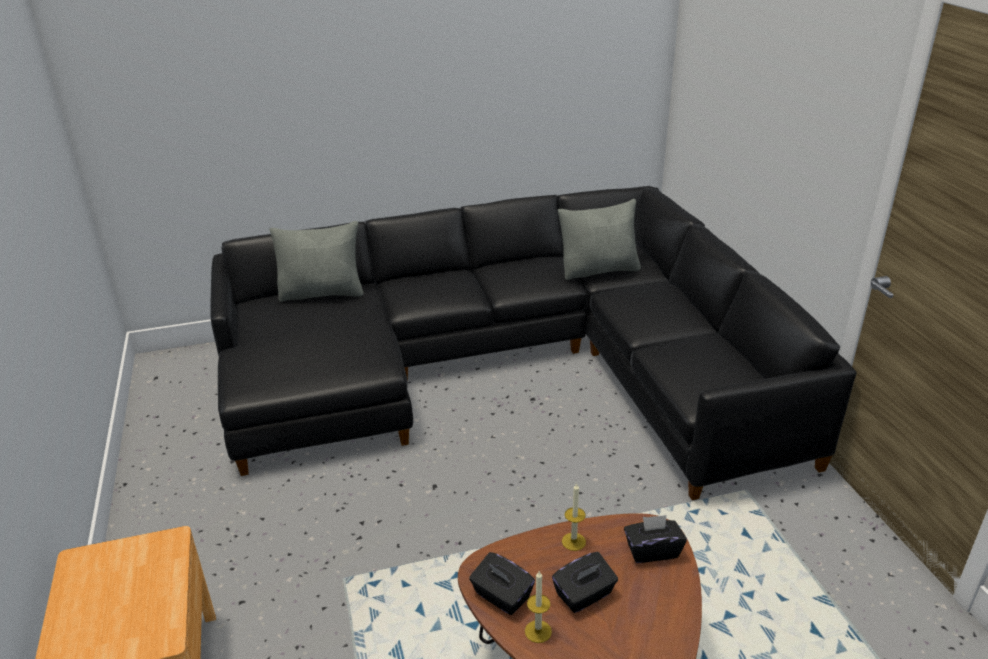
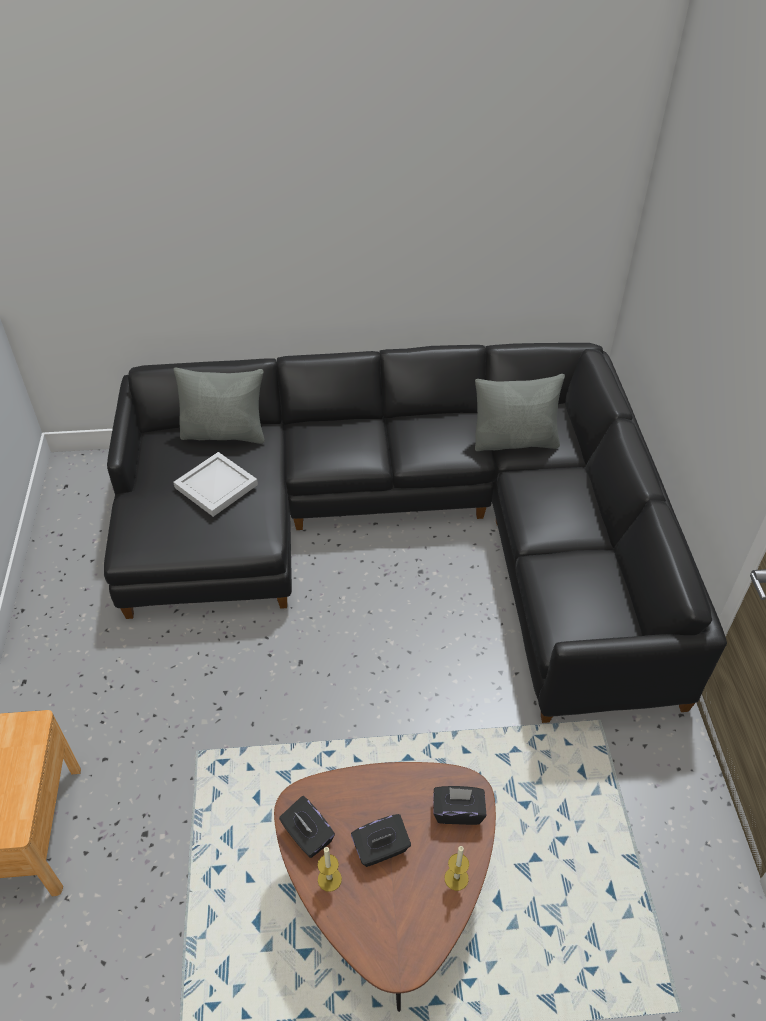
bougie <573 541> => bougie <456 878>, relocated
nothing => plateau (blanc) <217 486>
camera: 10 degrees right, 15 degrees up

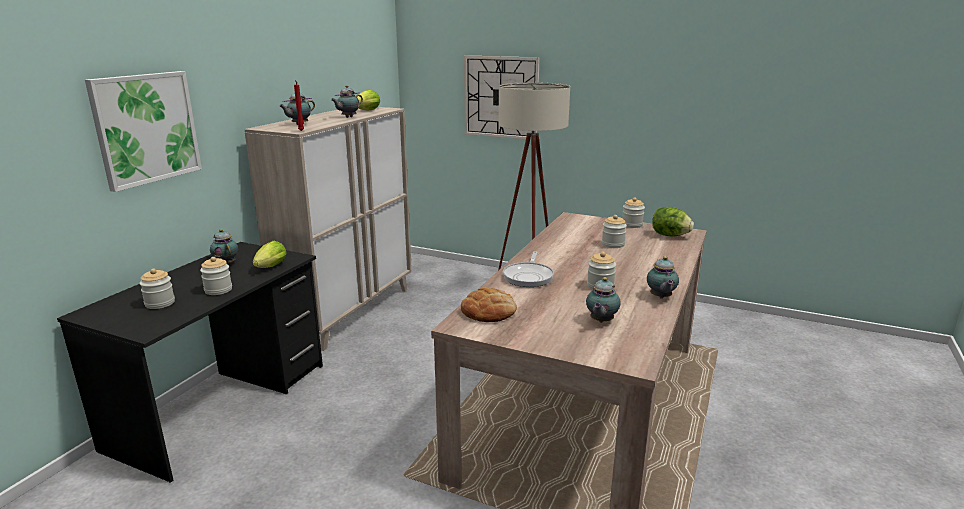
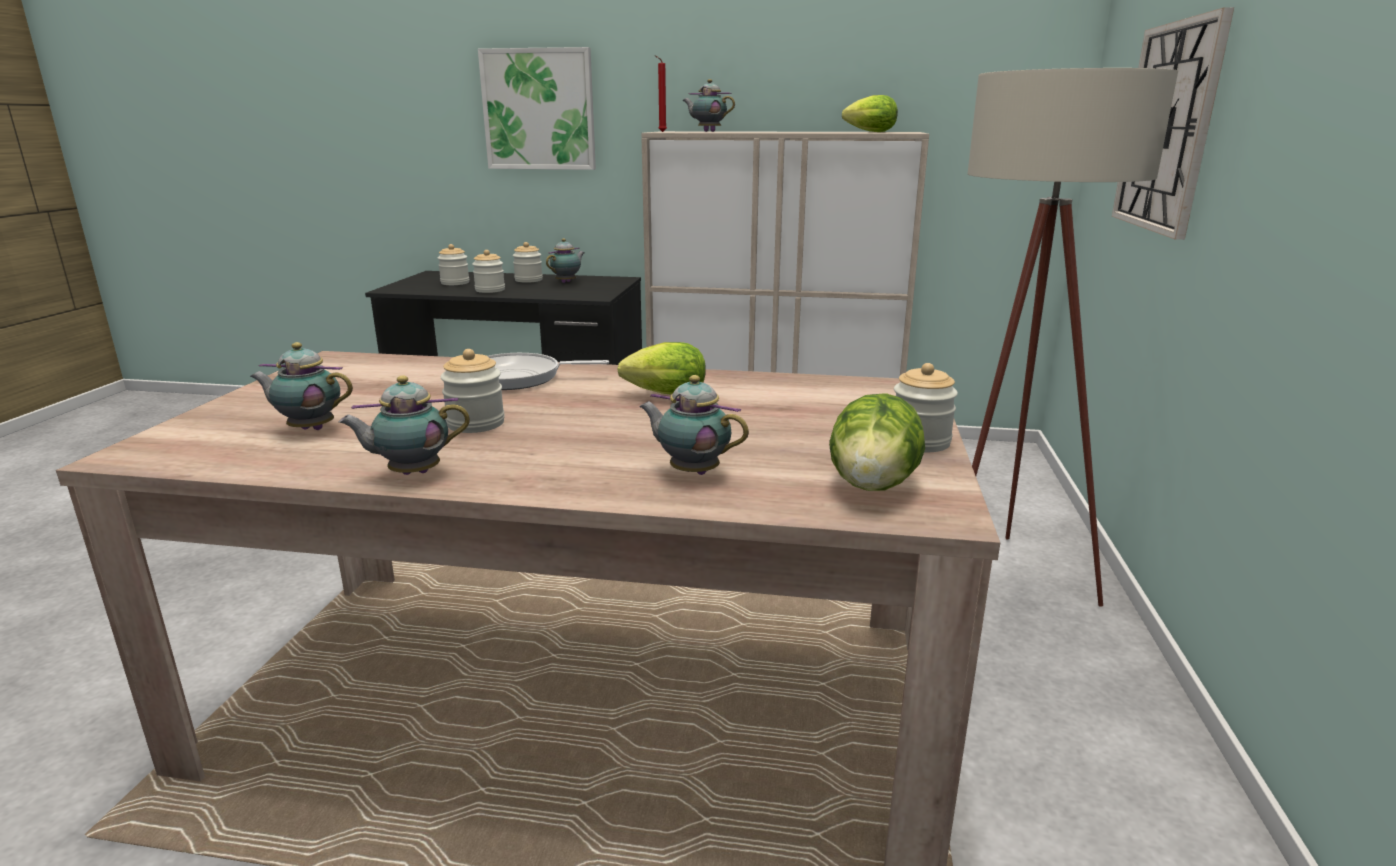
laitue <269 268> => laitue <661 395>, relocated
théière <348 117> => théière <691 471>, relocated
pain <489 311> => nothing
bocal <613 244> => bocal <528 280>, relocated
camera: 75 degrees right, 0 degrees up

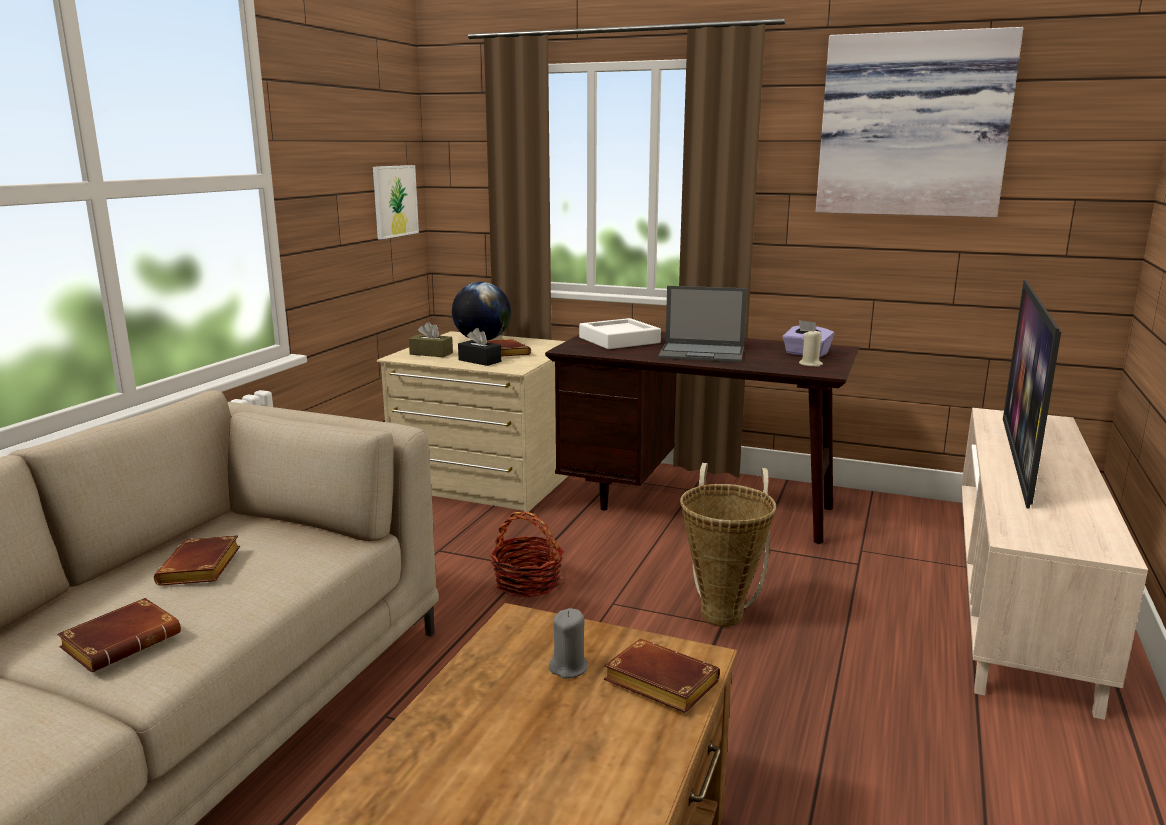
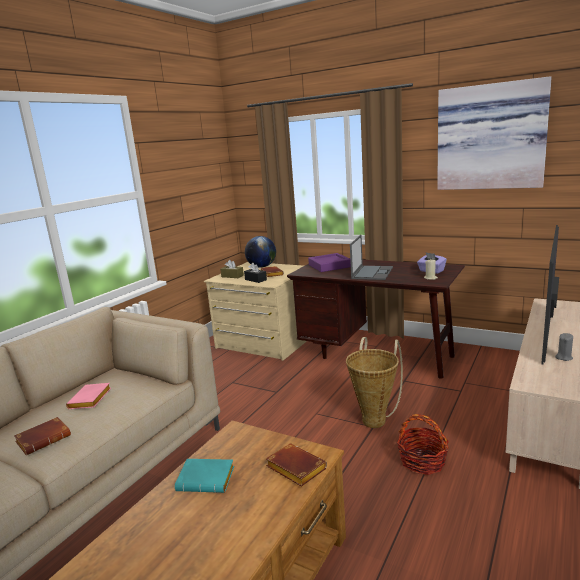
livre (marron) <202 569> => livre (rose) <90 400>
tableau <394 201> => nothing
panier <527 583> => panier <422 461>, relocated
bougie (gris) <569 668> => bougie (gris) <563 357>, relocated
plateau (blanc) <619 340> => plateau (violet) <329 266>
ordinateur portable <703 353> => ordinateur portable <372 273>, 90 degrees counterclockwise
nothing => livre (turquoise) <208 479>
camera: 10 degrees right, 0 degrees up

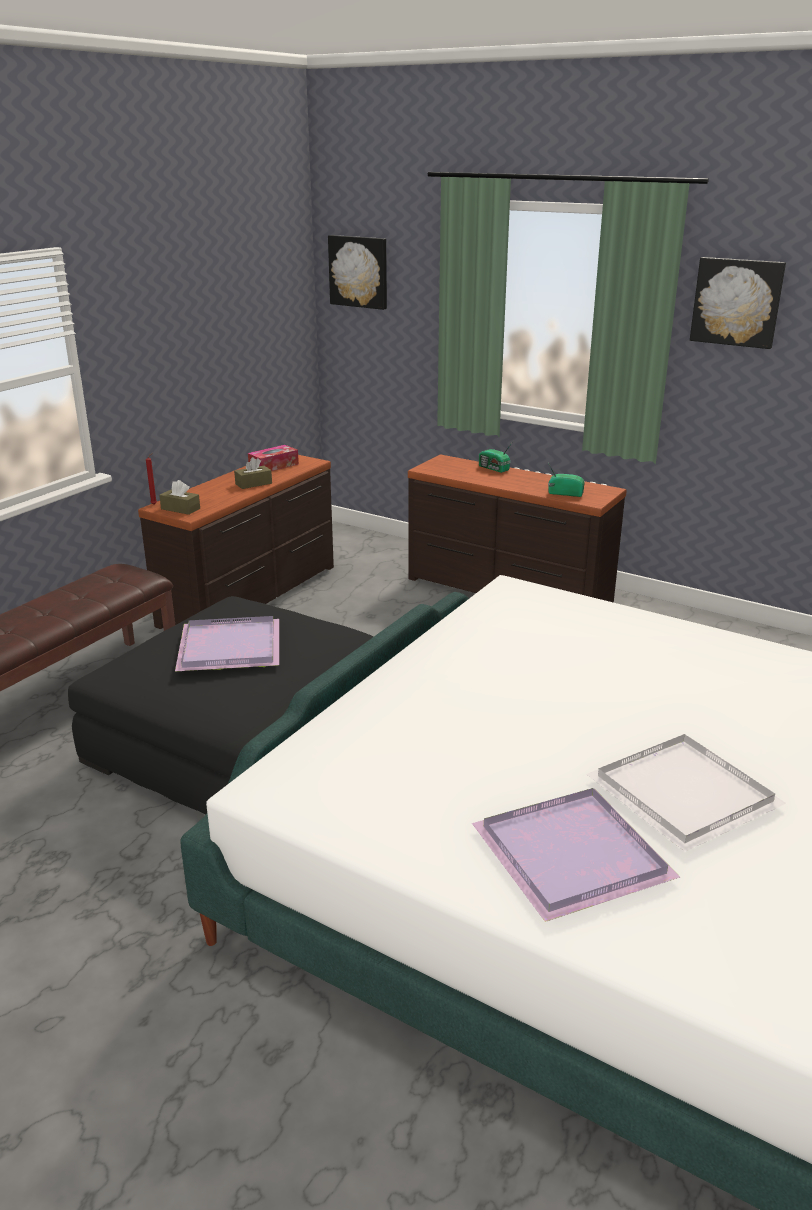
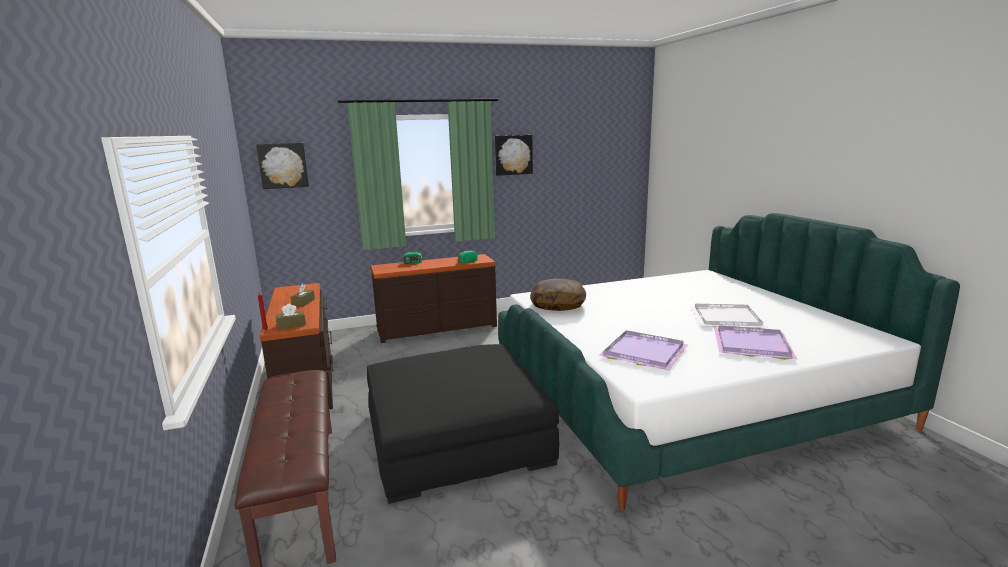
plateau (violet) <228 647> => plateau (violet) <642 353>, relocated
boîte à mouchoirs <273 466> => nothing
nothing => coussin <558 305>
camera: 50 degrees left, 10 degrees down

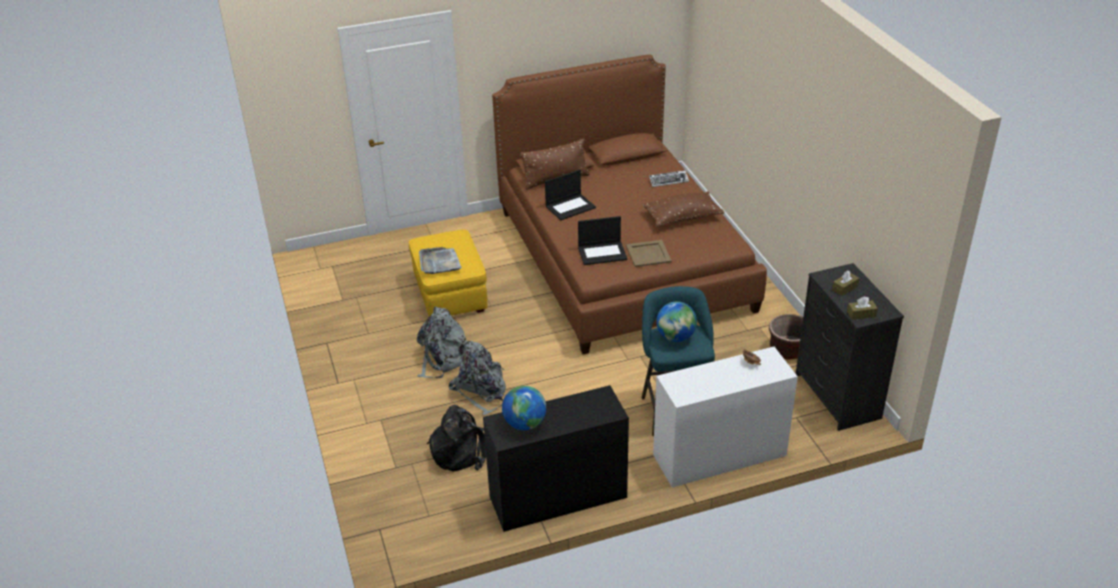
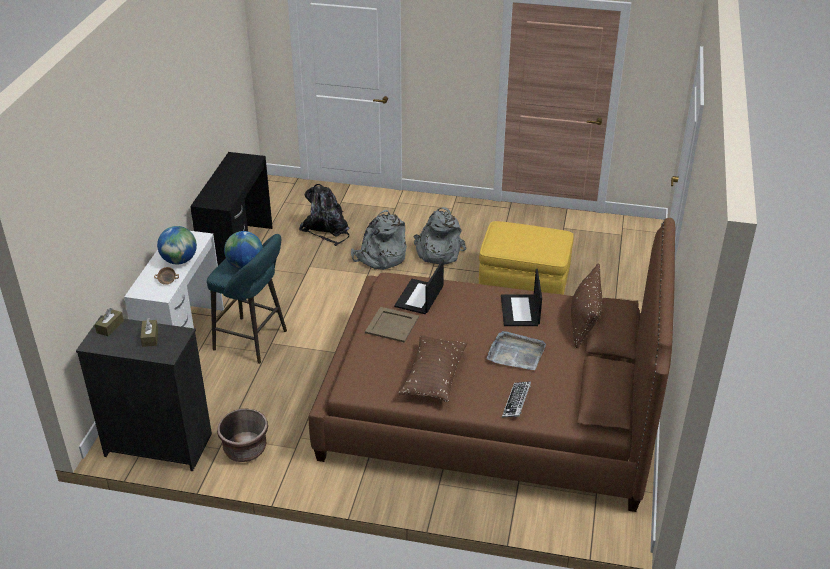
plateau (gris) <439 262> => plateau (gris) <516 353>, relocated
globe <525 424> => globe <179 260>, relocated
camera: 120 degrees right, 0 degrees up

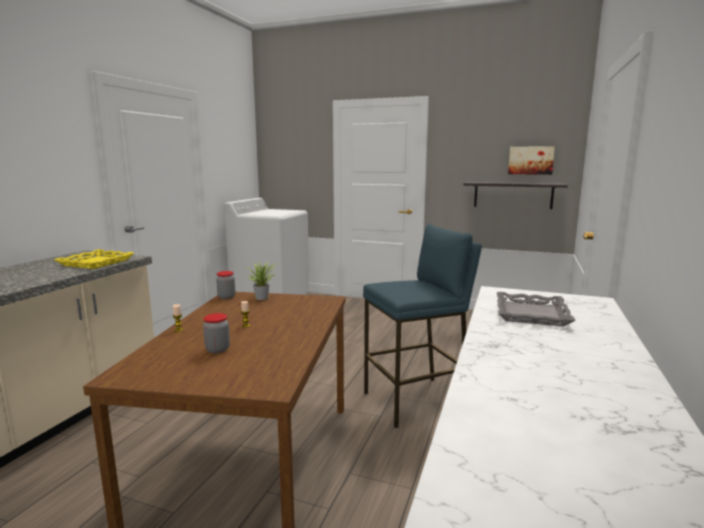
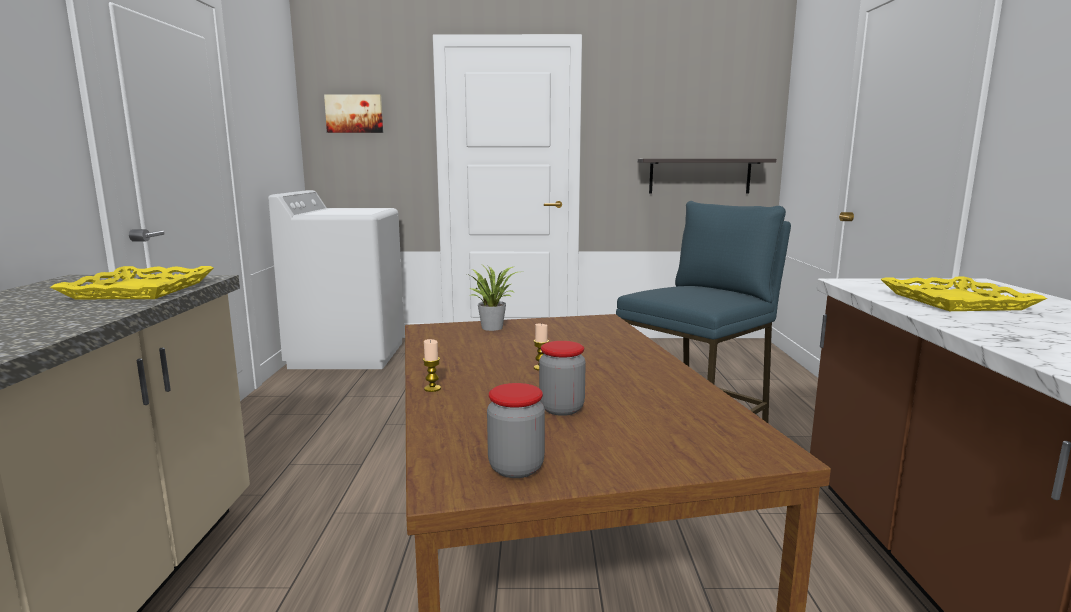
bocal <226 297> => bocal <516 468>, relocated
plateau (gris) <532 314> => plateau (jaune) <956 301>
tableau <530 160> => tableau <354 114>, relocated
camera: 20 degrees left, 0 degrees up

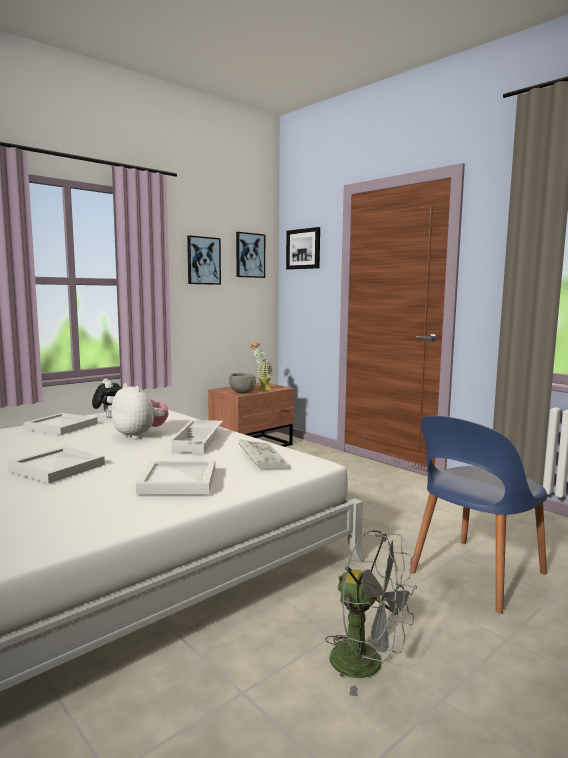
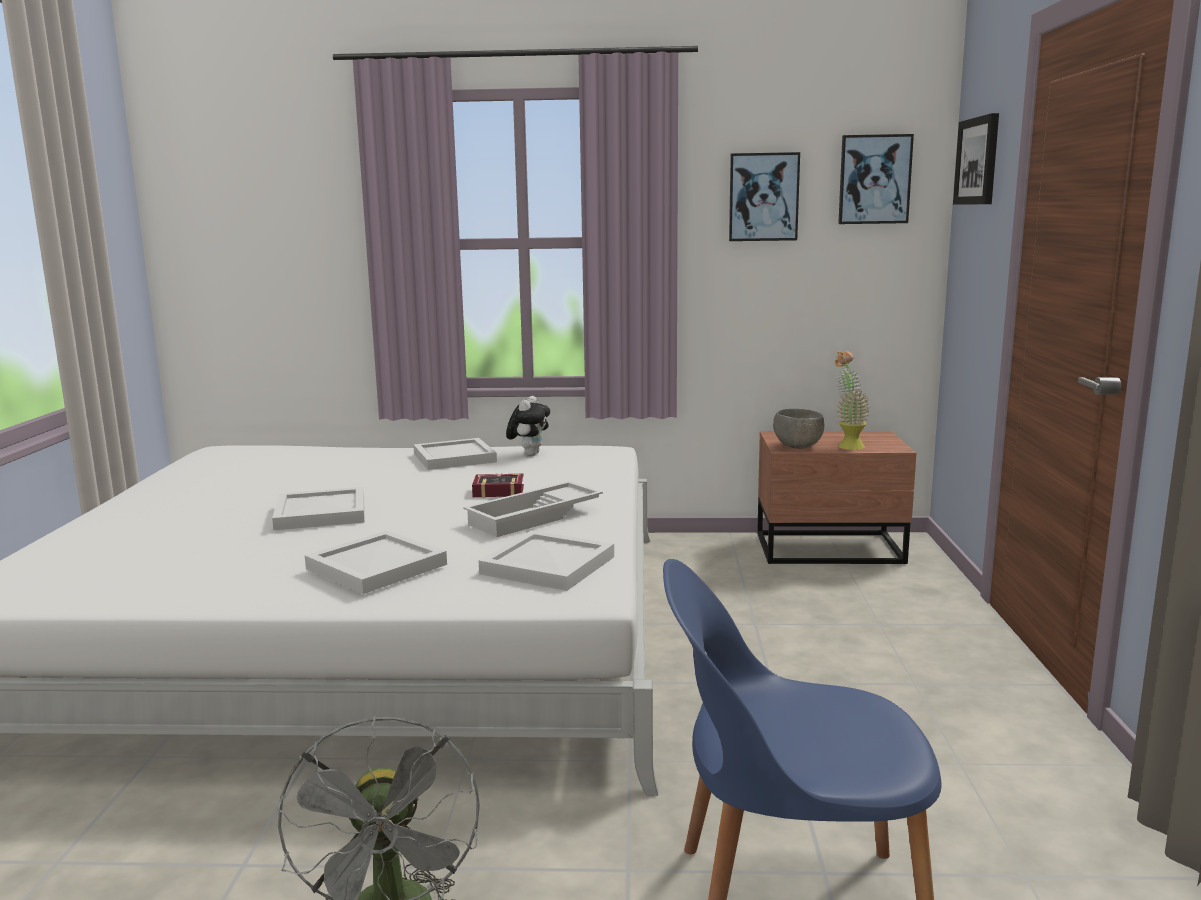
peluche <140 435> => livre <496 491>
clavier <261 457> => plateau (blanc) <547 564>
camera: 45 degrees right, 5 degrees up

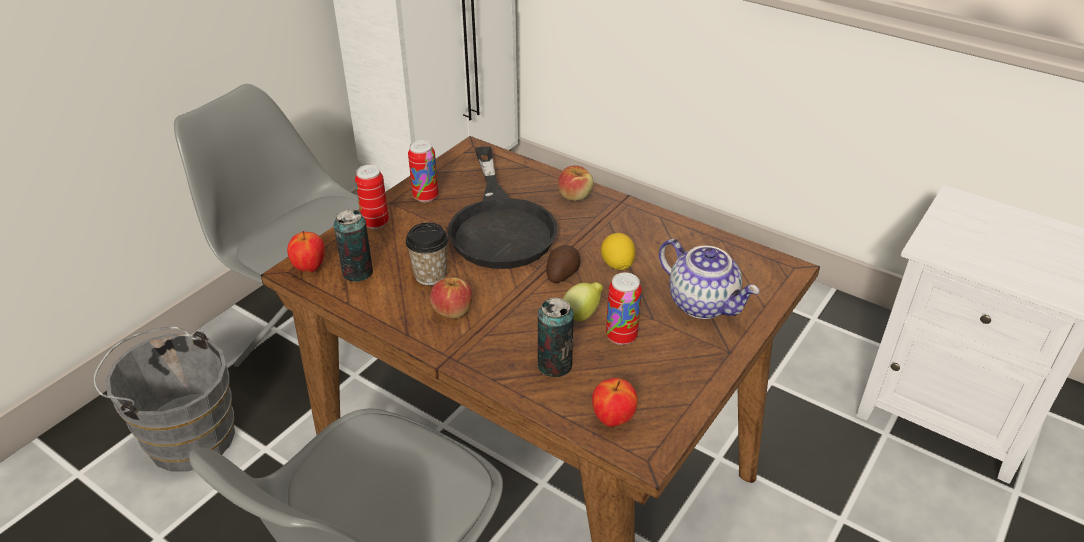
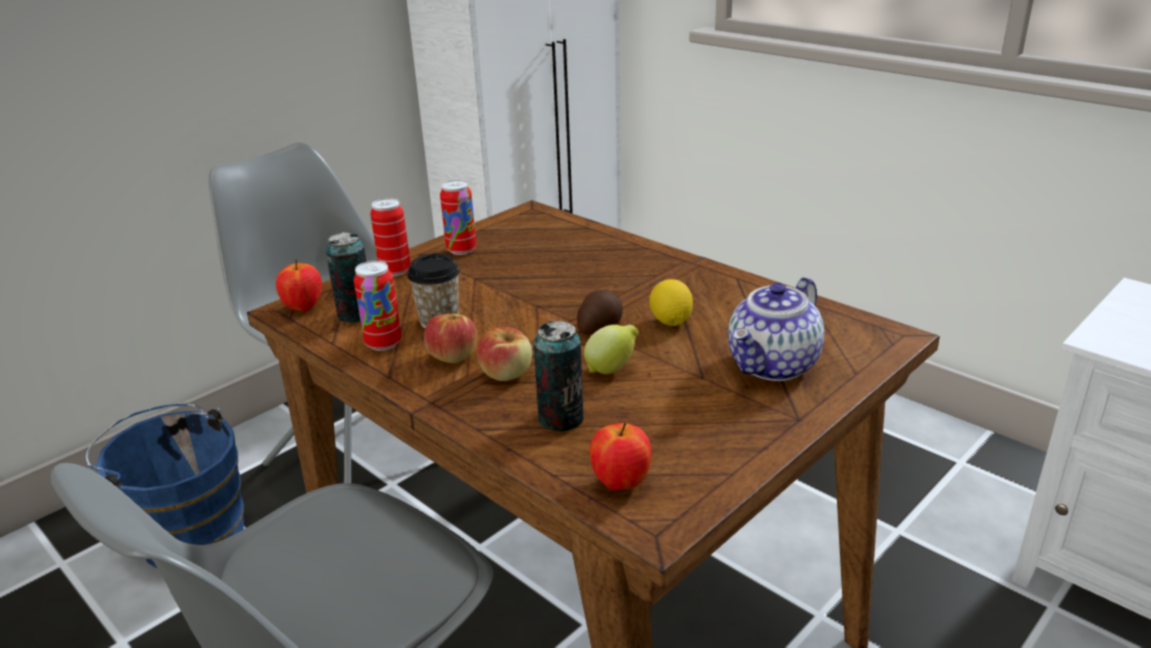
seau (gris) <186 435> => seau (bleu) <189 533>
poêle (noir) <500 225> => nothing
pomme <575 195> => pomme <507 373>, relocated
boîte métallique <621 336> => boîte métallique <383 343>, relocated
théière <703 303> => théière <773 365>, 75 degrees clockwise
camera: 10 degrees right, 10 degrees down

